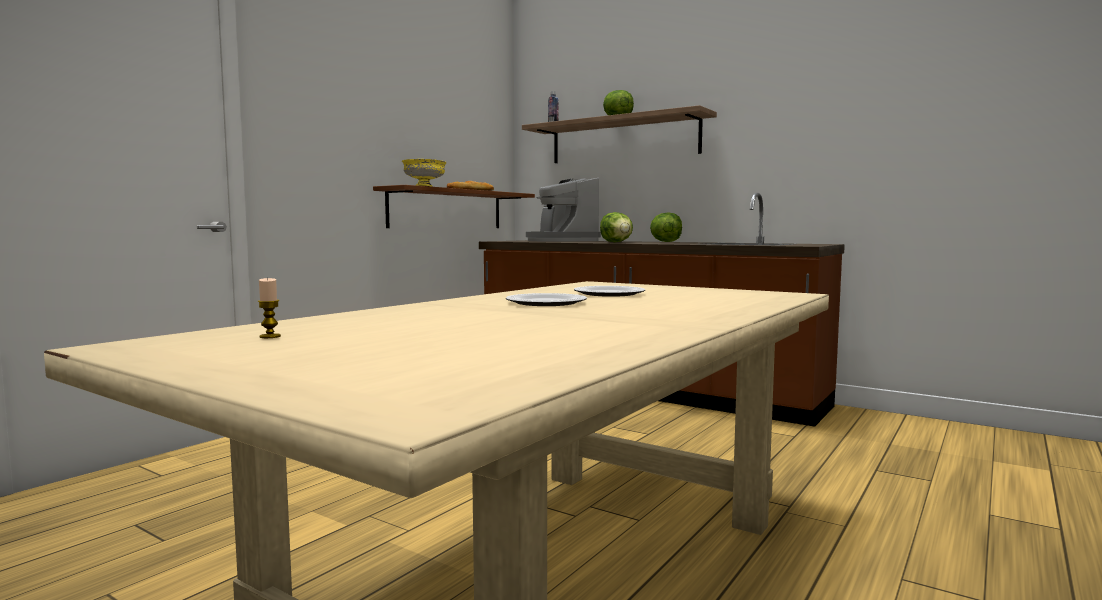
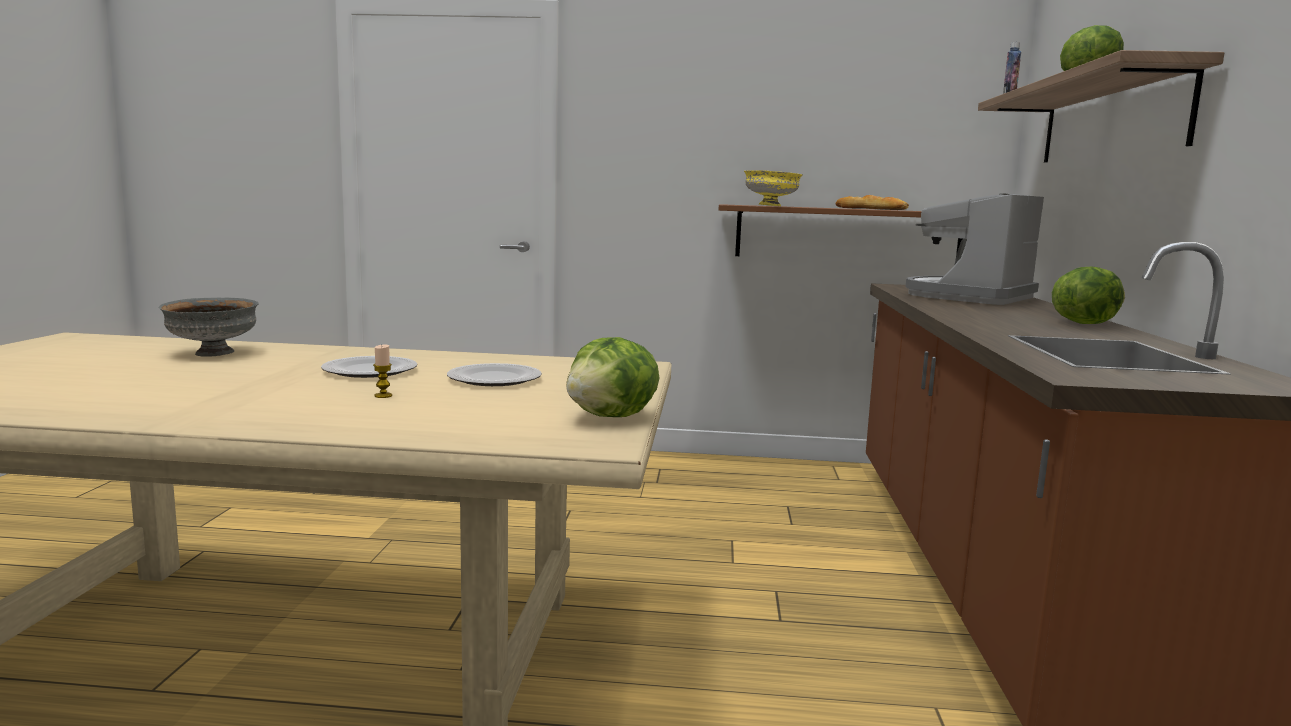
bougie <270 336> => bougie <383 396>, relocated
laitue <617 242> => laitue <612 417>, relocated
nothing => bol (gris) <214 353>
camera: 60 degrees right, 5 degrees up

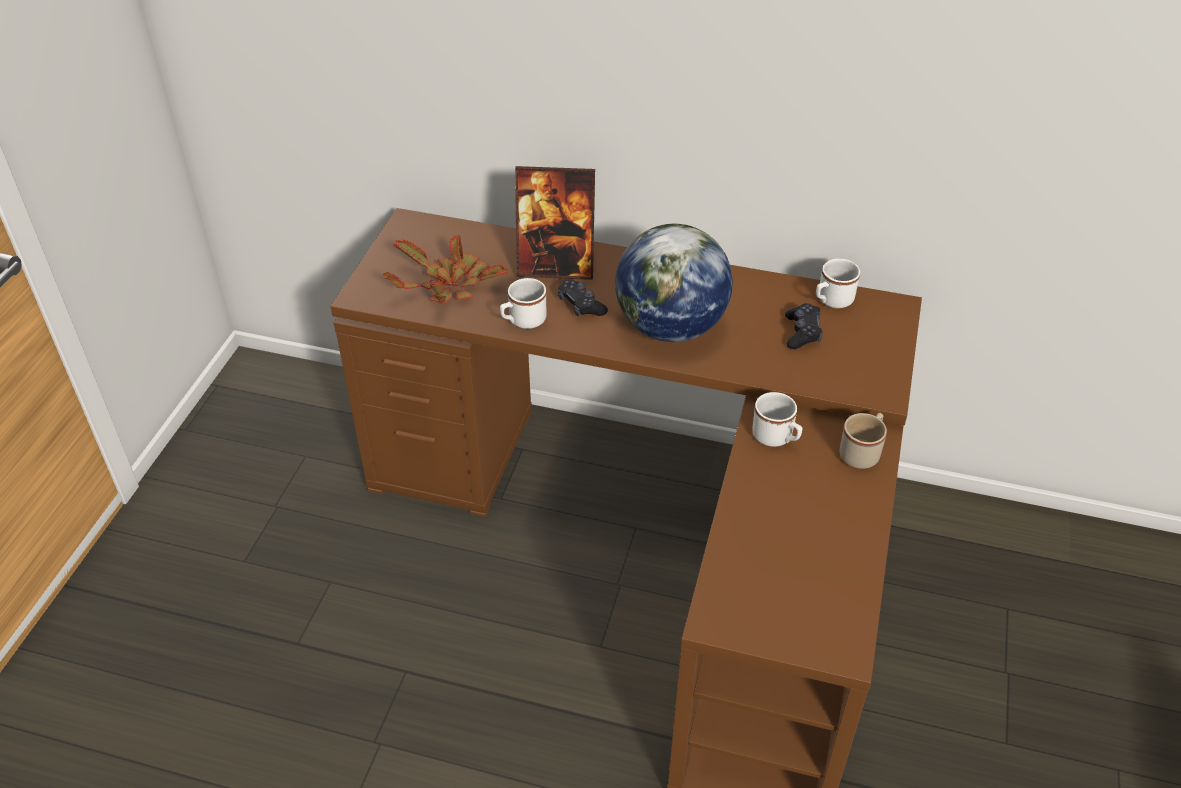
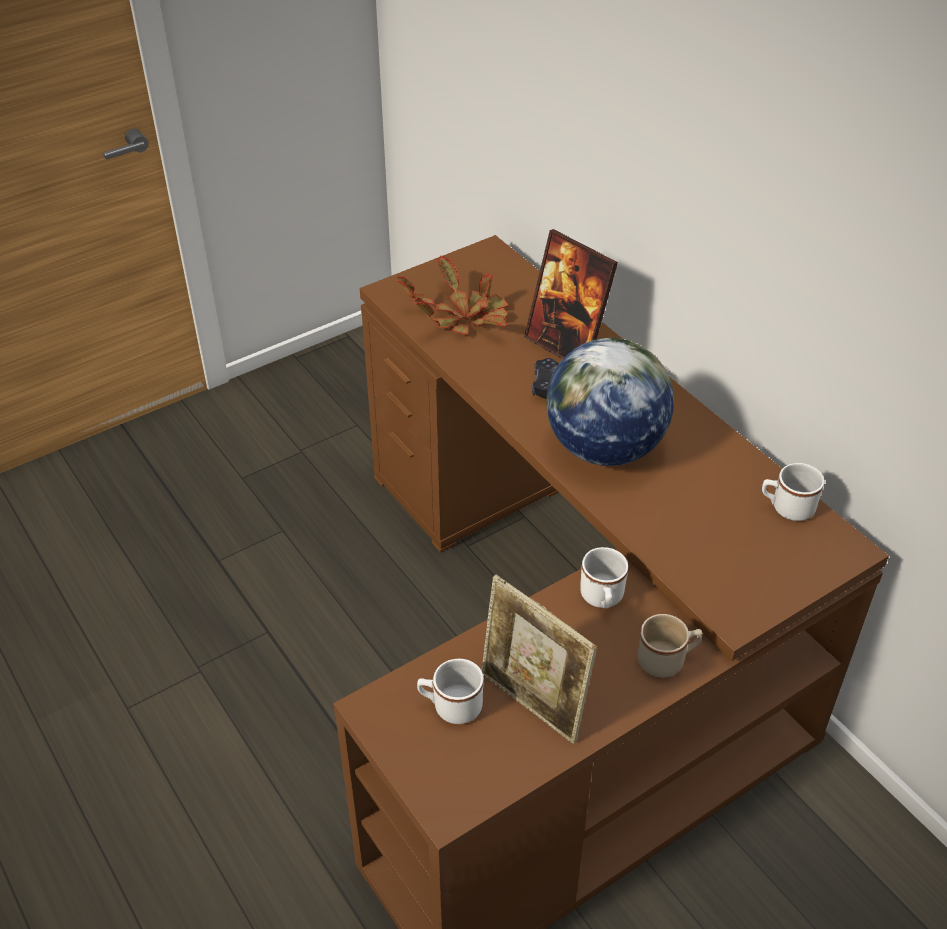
mug (blanc) <523 321> => mug (blanc) <450 706>, relocated
manette (noir) <802 332> => nothing
nothing => cadre photo <532 704>
camera: 40 degrees right, 0 degrees up

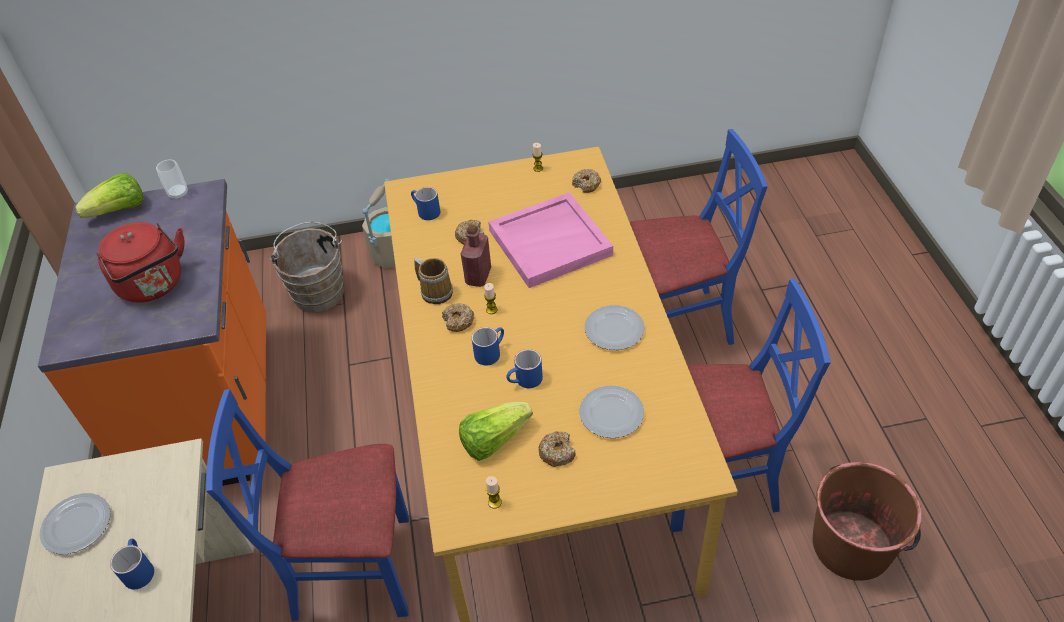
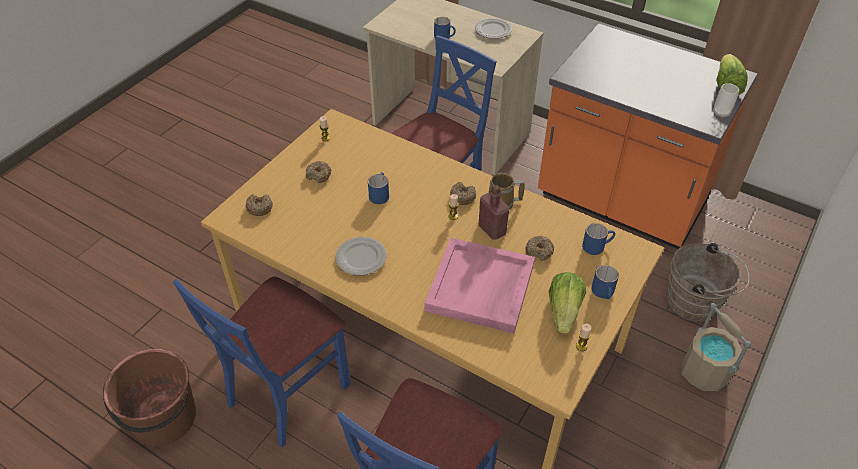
bouilloire (rouge) <154 285> => nothing
laitue <494 440> => laitue <564 311>, relocated
mug (bleu) <490 352> => mug (bleu) <604 293>, relocated
beignet <586 184> => beignet <259 208>, relocated
assiette <612 414> => nothing
camera: 130 degrees right, 0 degrees up

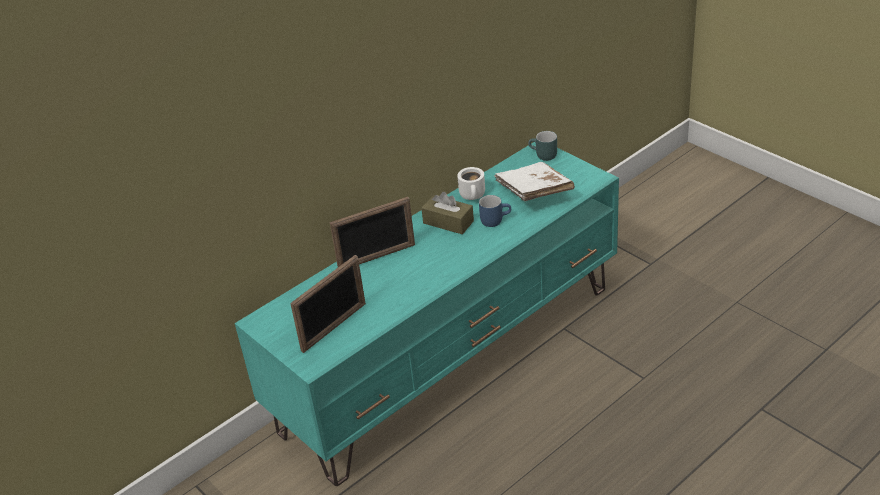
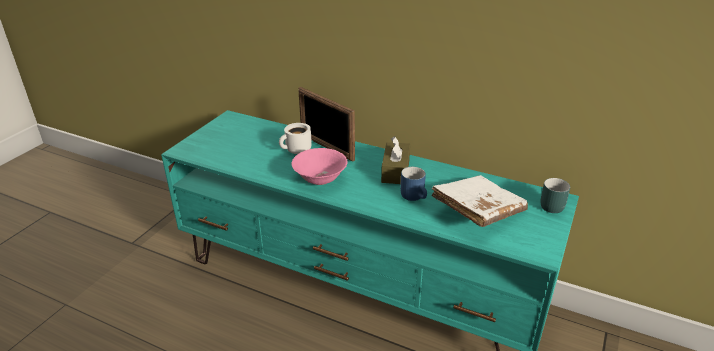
cadre photo <334 327> => nothing
mug (blanc) <473 195> => mug (blanc) <297 150>, relocated
nothing => bol (rose) <320 179>
camera: 65 degrees right, 5 degrees down

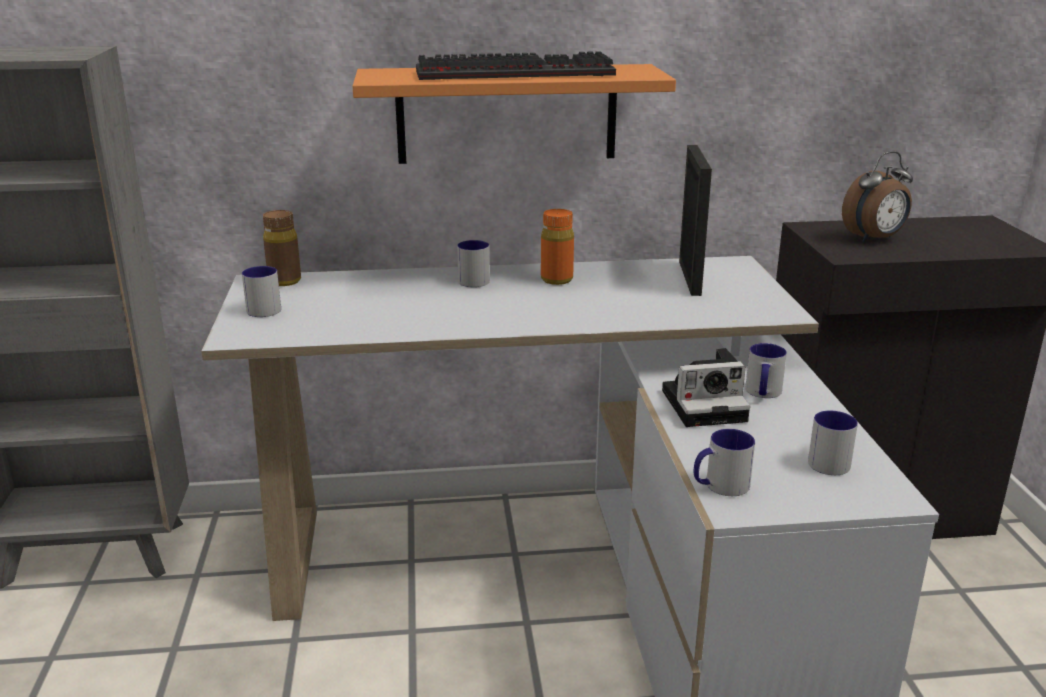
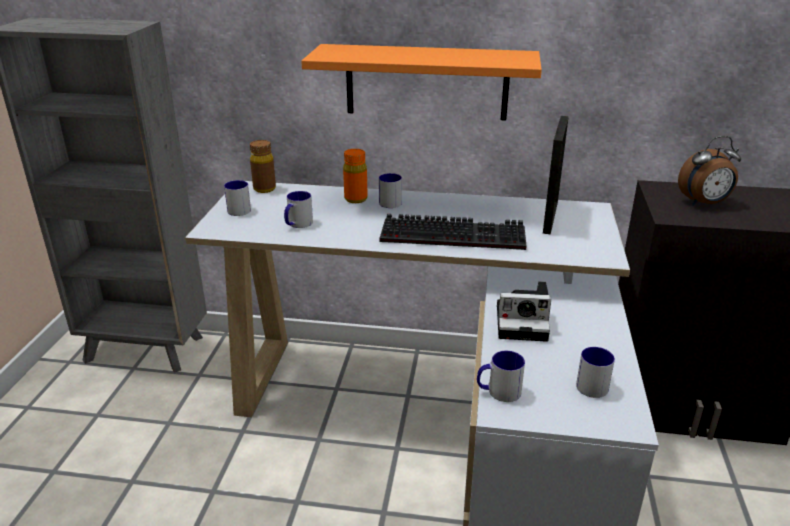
clavier <517 73> => clavier <455 235>, relocated
bouteille (orange) <556 279> => bouteille (orange) <355 199>, relocated
mug <763 393> => mug <297 224>, relocated
camera: 15 degrees right, 5 degrees up

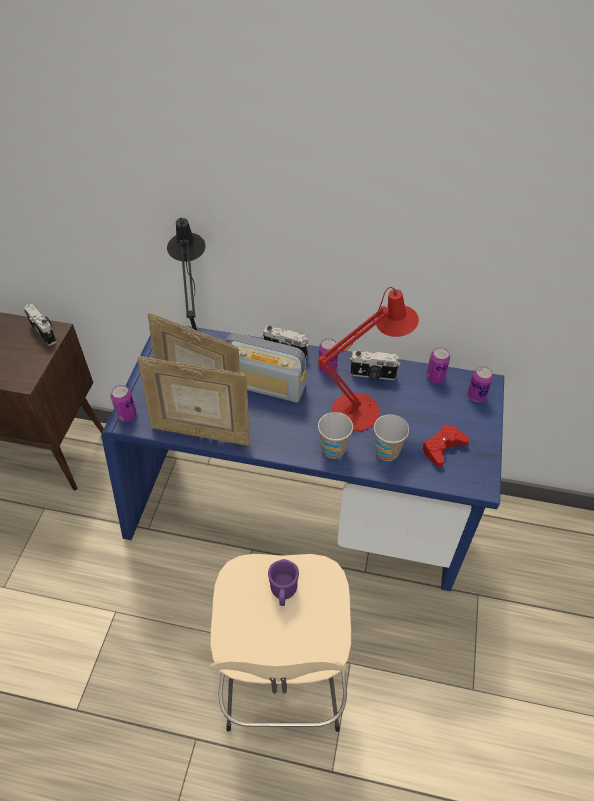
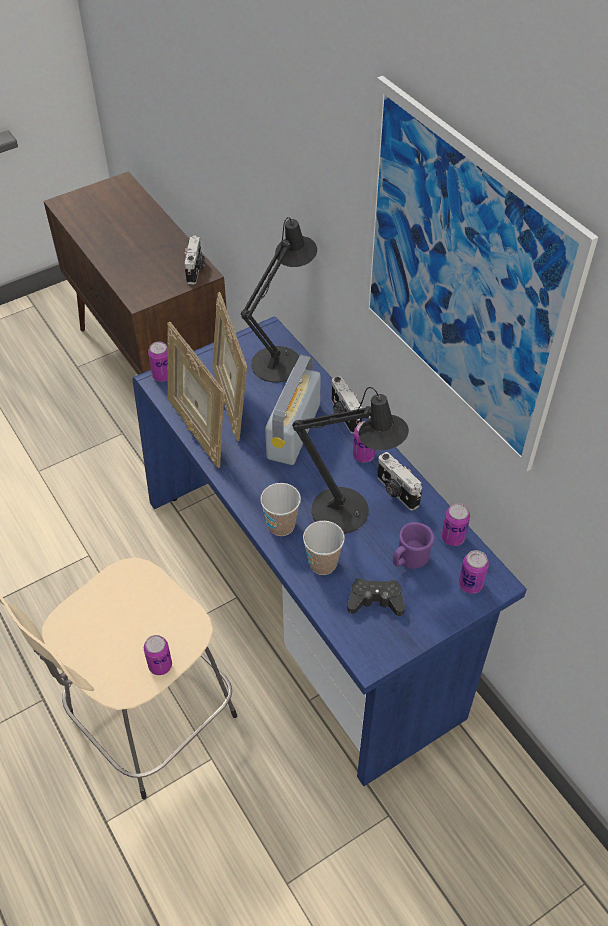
radio <266 385> => radio <293 431>, 45 degrees clockwise
mug (violet) <283 592> => mug (violet) <409 560>, relocated
lampe de table (rouge) <362 409> => lampe de table (noir) <348 513>
manette (rouge) <442 448> => manette (noir) <375 601>
nothing => boîte métallique <160 665>
nothing => tableau <459 279>
camera: 45 degrees right, 0 degrees up

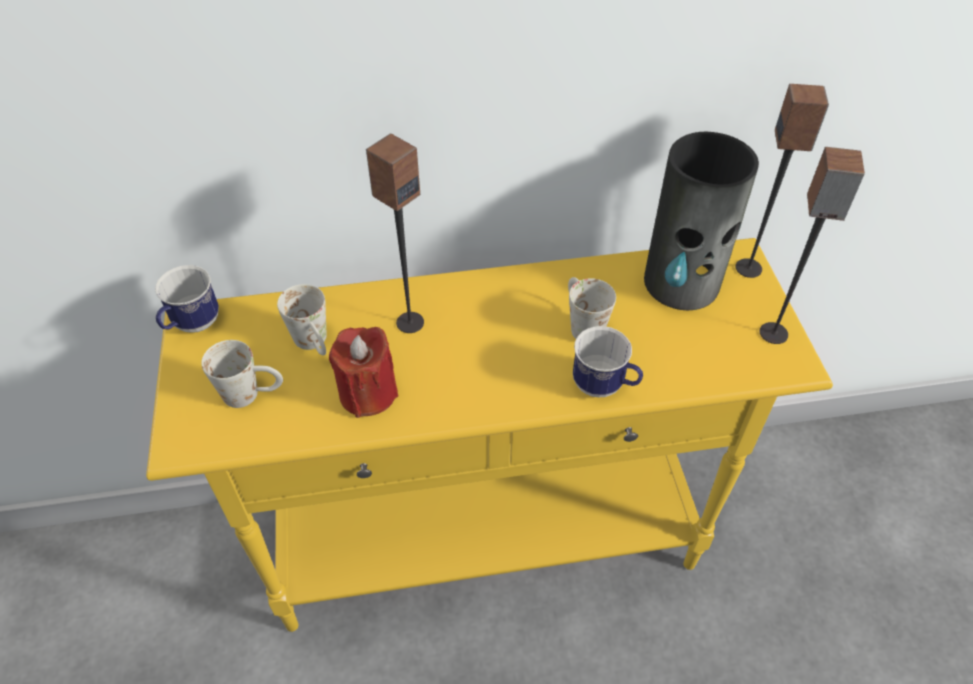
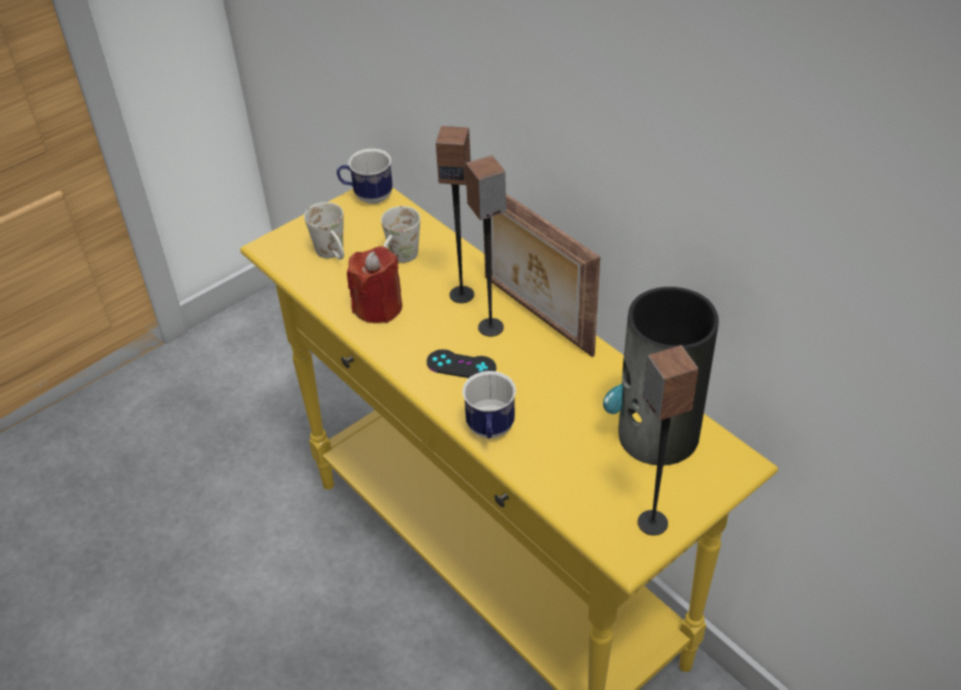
mug (blanc) <581 324> => nothing
enceinte <749 268> => enceinte <491 328>, relocated
nothing => manette (noir) <461 365>
nothing => cadre photo <535 316>
camera: 60 degrees right, 5 degrees down

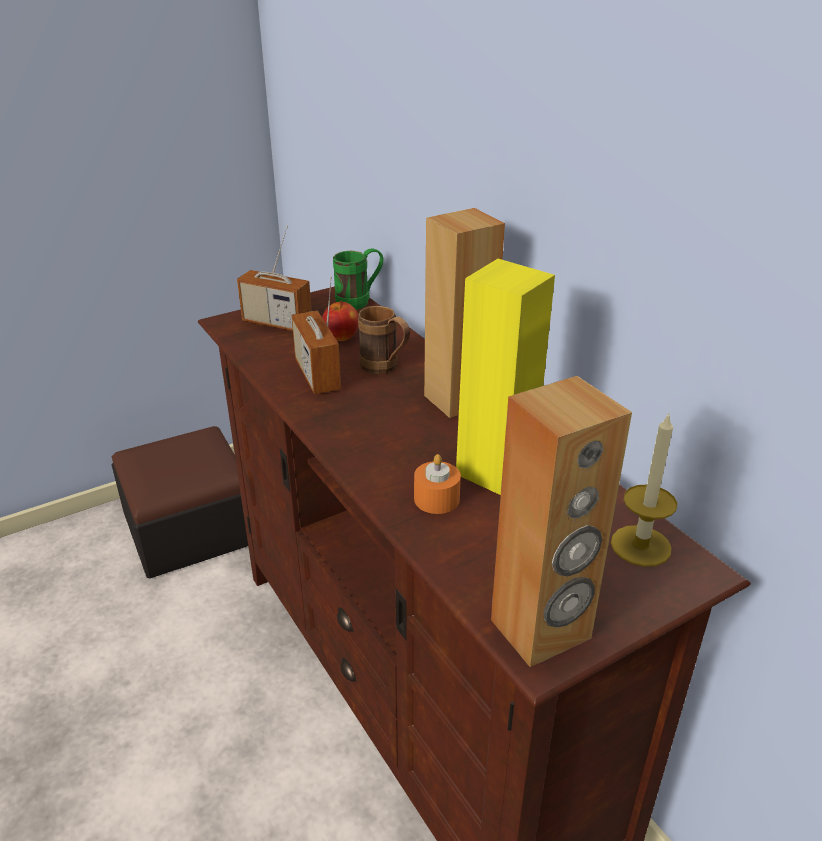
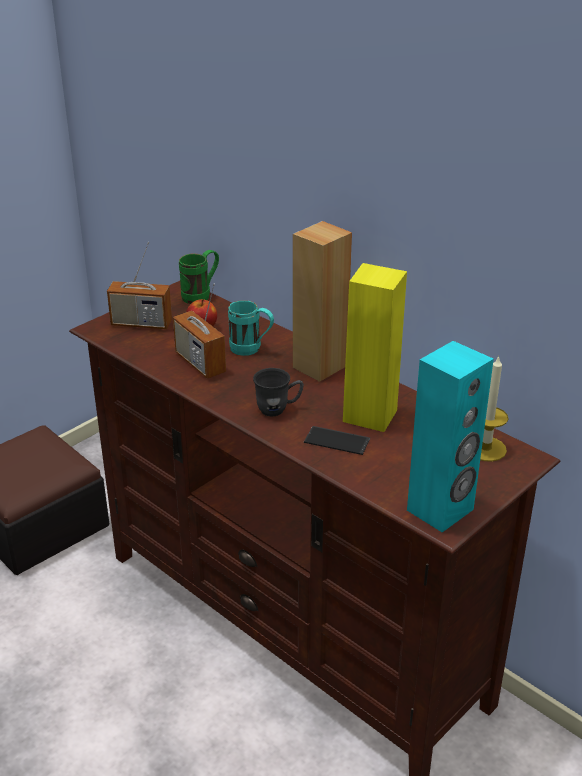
mug (marron) <385 368> => mug (turquoise) <251 350>
bougie (orange) <436 499> => téléphone <337 441>
enceinte (marron) <541 630> => enceinte (turquoise) <441 510>
nothing => mug (gris) <278 409>
camera: 15 degrees left, 0 degrees up

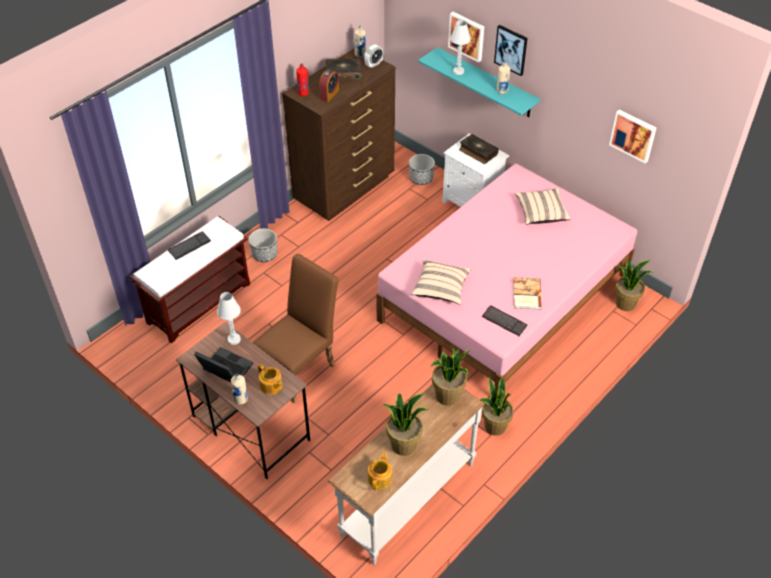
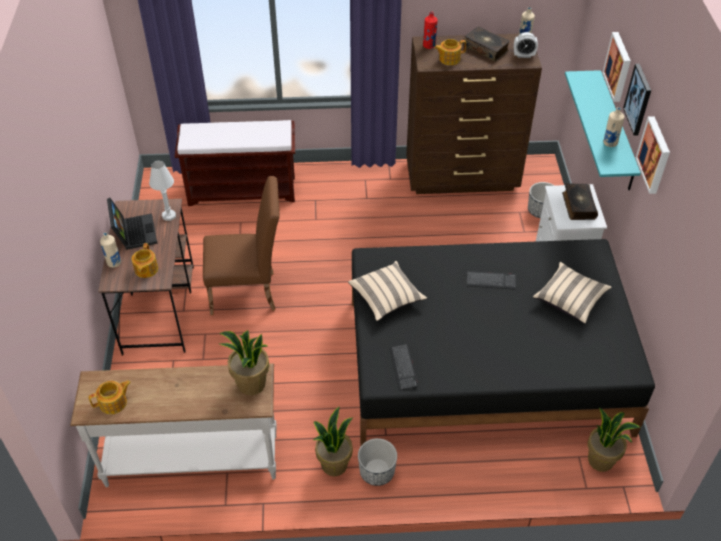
clavier <189 246> => clavier <491 281>, relocated
cache-pot <264 254> => cache-pot <377 471>, relocated
réveil <329 94> => théière <449 59>
lit (rose) <504 298> => lit (noir) <485 365>
plante en pot <404 444> => nothing
lampe de table (blanc) <458 71> => nothing
livre <526 294> => nothing
tableau <633 135> => tableau <655 155>, relocated
camera: 45 degrees right, 0 degrees up

